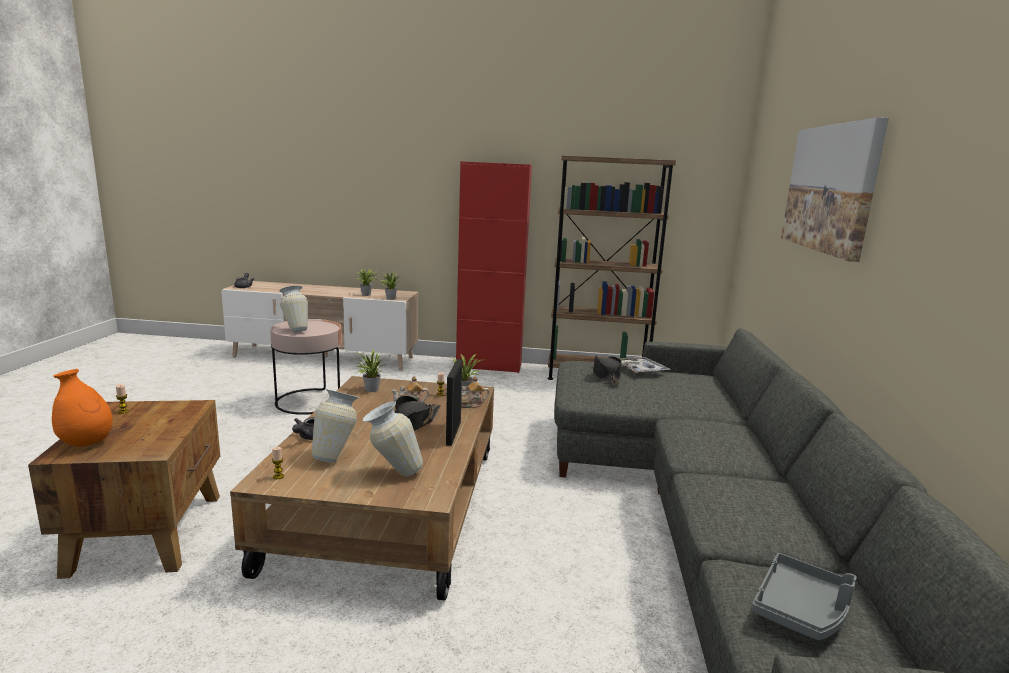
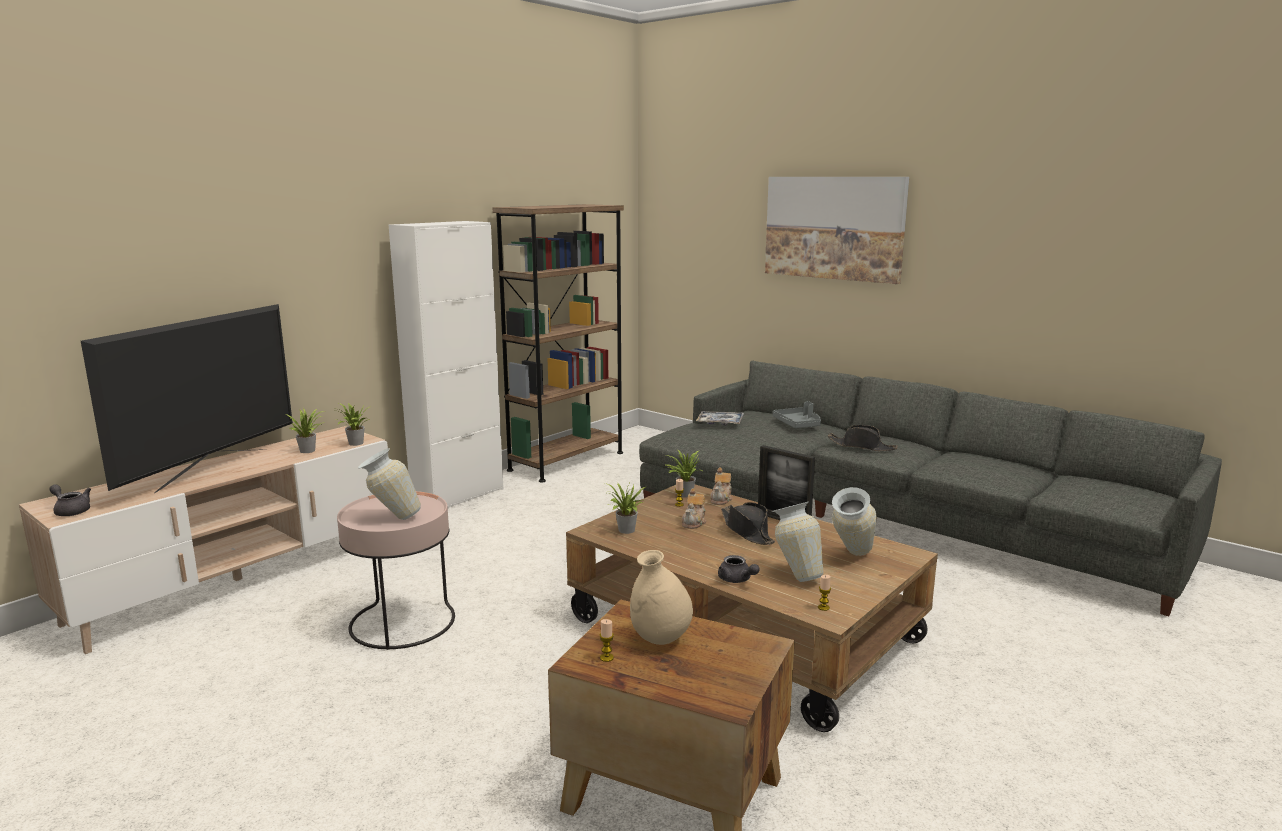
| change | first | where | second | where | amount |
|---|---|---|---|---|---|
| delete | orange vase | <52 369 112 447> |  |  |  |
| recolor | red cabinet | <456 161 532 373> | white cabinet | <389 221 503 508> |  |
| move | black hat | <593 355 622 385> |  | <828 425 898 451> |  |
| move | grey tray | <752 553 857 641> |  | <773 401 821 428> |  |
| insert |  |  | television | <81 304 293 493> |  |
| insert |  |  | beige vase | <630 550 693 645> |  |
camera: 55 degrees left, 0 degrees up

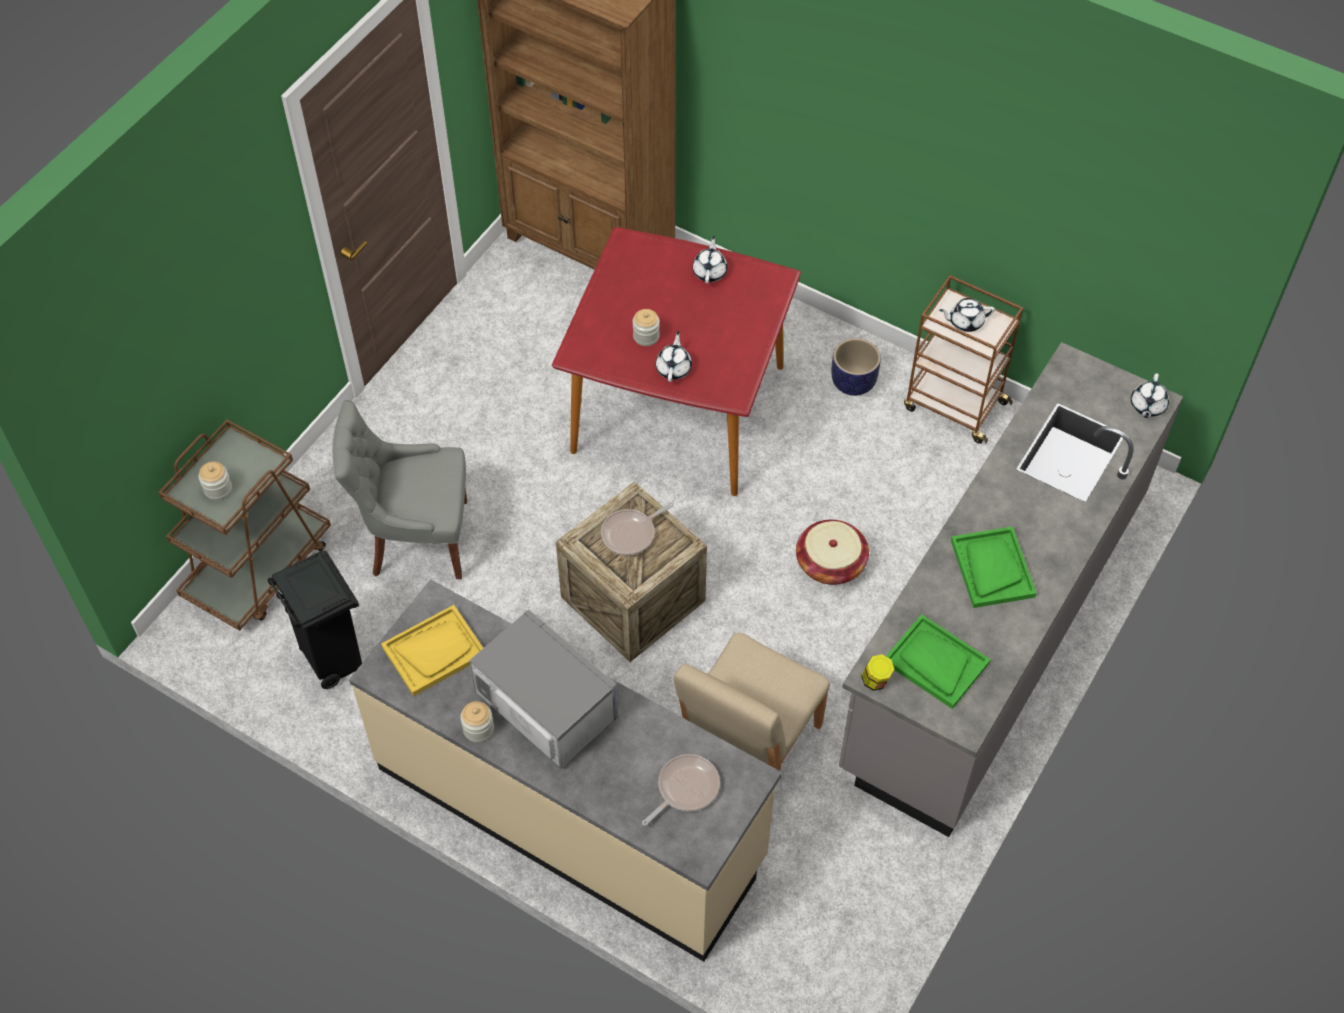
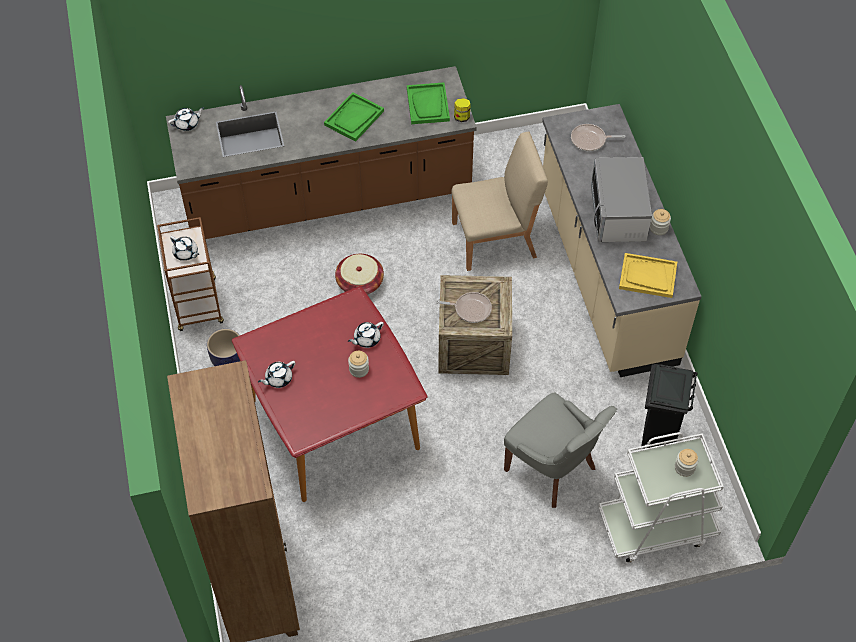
| change | first | where | second | where | amount |
|---|---|---|---|---|---|
| recolor | brown cart | <158 420 331 631> | white cart | <598 432 724 562> |  |
| recolor | grey counter | <839 342 1183 837> | brown counter | <166 66 477 239> |  |
camera: 135 degrees left, 0 degrees up

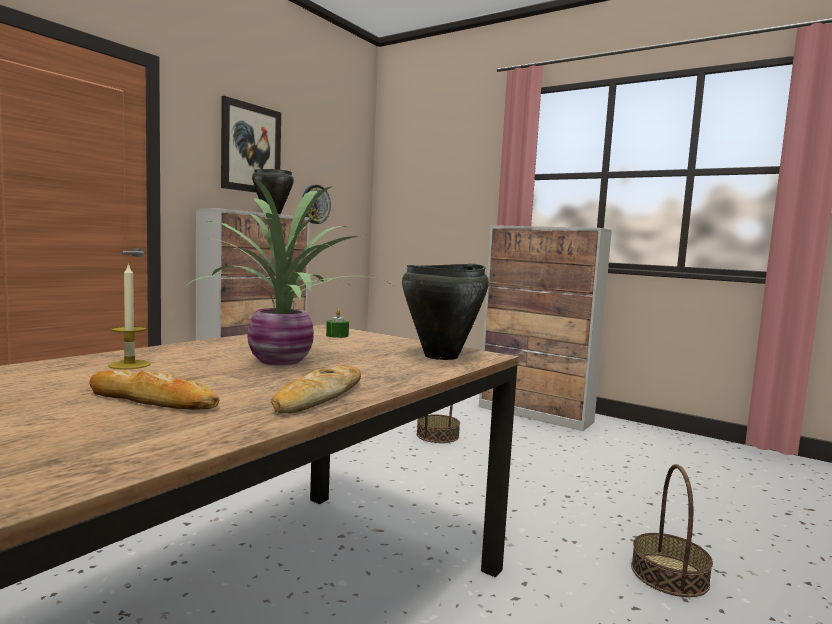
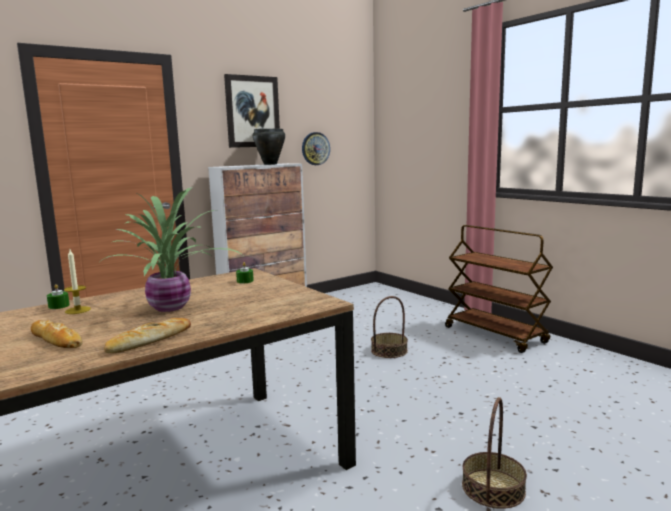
| change | first | where | second | where | amount |
|---|---|---|---|---|---|
| delete | black cooking pot | <402 264 489 360> |  |  |  |
| replace | cabinet | <479 225 612 431> | brown cart | <445 225 553 353> |  |
| insert |  |  | green candle | <47 284 70 309> |  |
camera: 20 degrees right, 5 degrees up

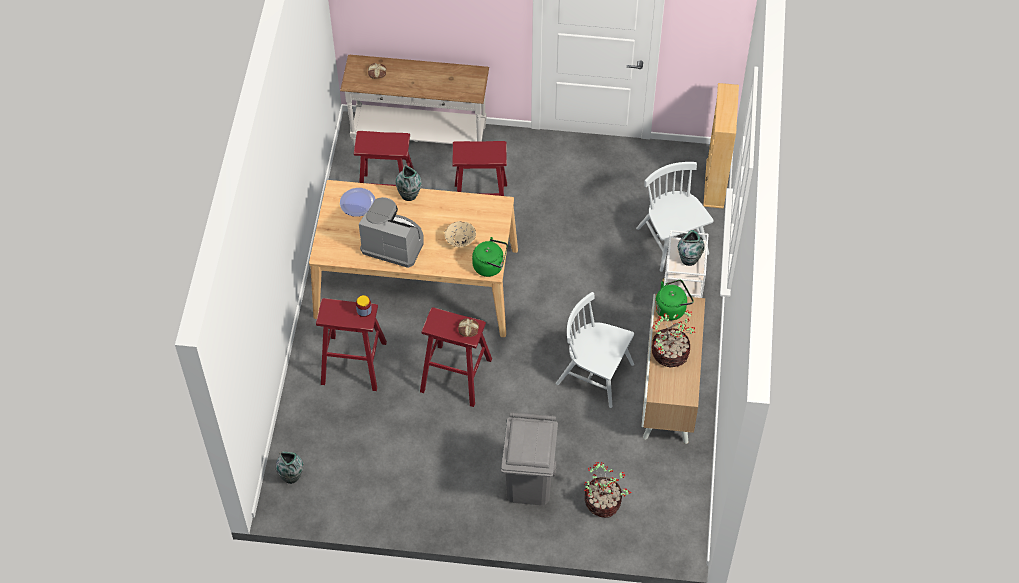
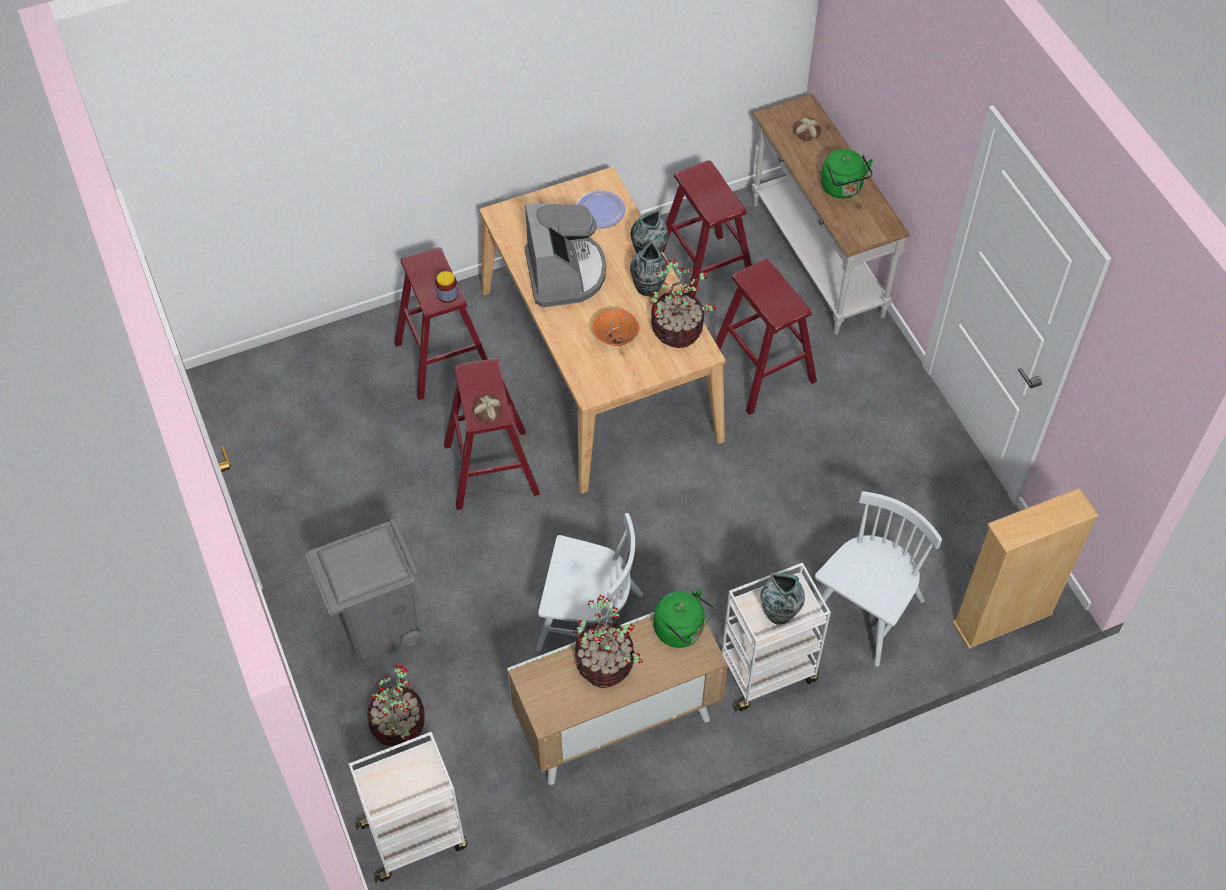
| change | first | where | second | where | amount |
|---|---|---|---|---|---|
| move | vase | <276 452 303 484> |  | <630 241 668 296> |  |
| recolor | beige bowl | <444 221 476 247> | orange bowl | <592 309 639 346> |  |
| move | green kettle | <472 237 507 277> |  | <821 149 873 198> |  |
| rotate | white chair | <556 292 634 408> |  | <536 513 643 652> | 105 degrees clockwise |
| insert |  |  | white cart | <349 732 468 883> |  |
| insert |  |  | potted plant | <650 259 717 348> |  |
camera: 60 degrees right, 0 degrees up

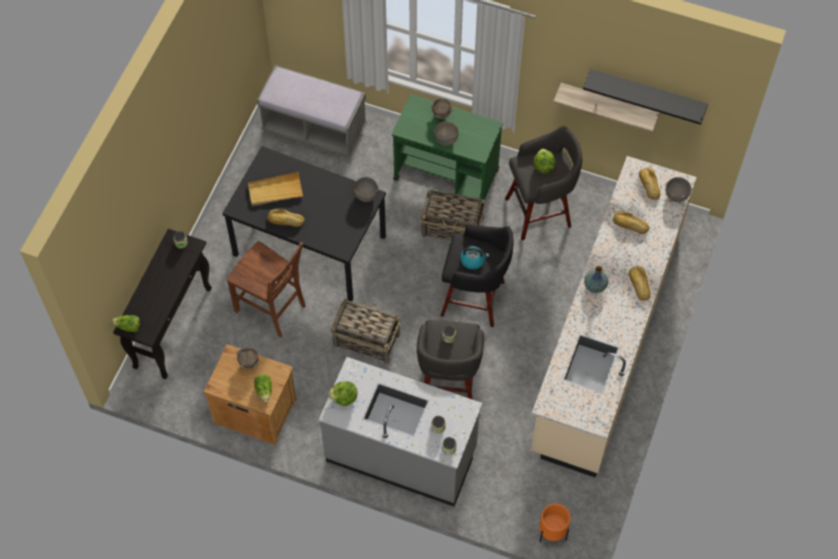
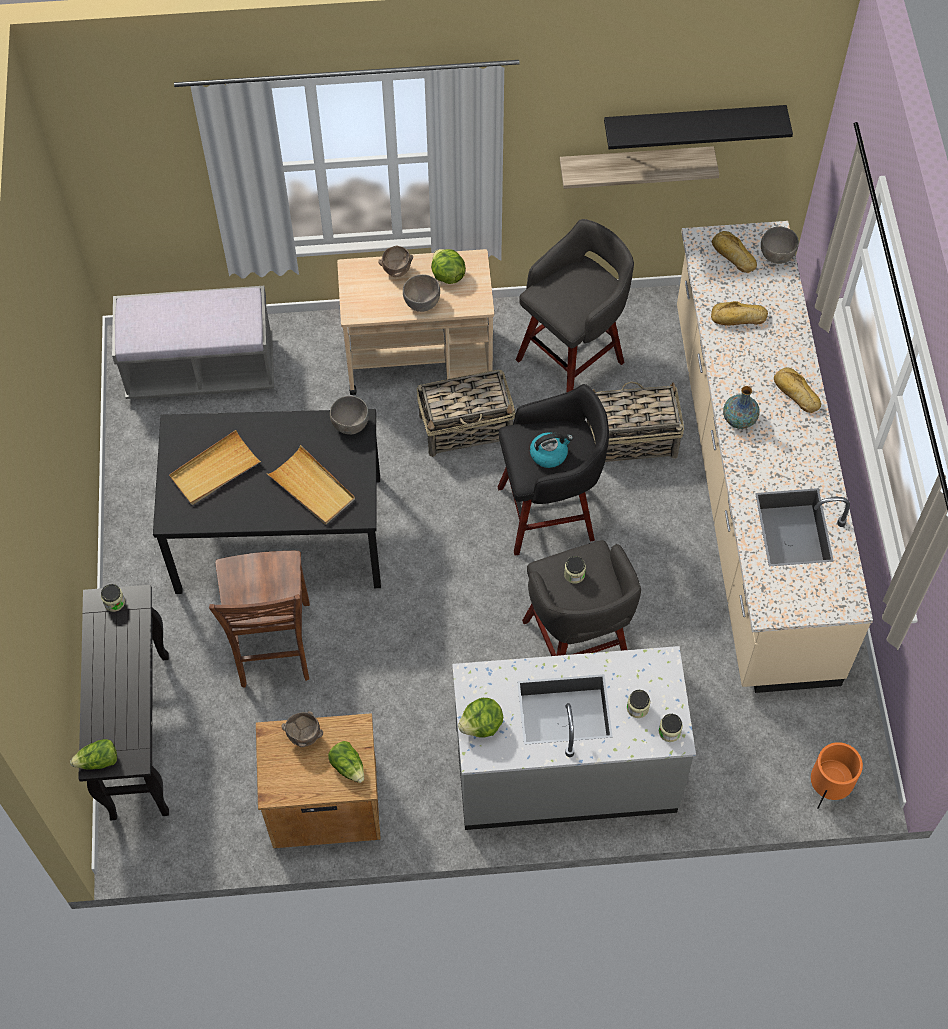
| change | first | where | second | where | amount |
|---|---|---|---|---|---|
| rotate | brown chair | <227 241 306 338> |  | <209 551 310 687> | 75 degrees clockwise |
| delete | bread | <268 209 305 227> |  |  |  |
| move | basket | <331 299 401 364> |  | <587 381 684 462> |  |
| recolor | green cart | <392 94 503 200> | beige cart | <337 249 494 395> |  |
| move | lettuce | <533 149 556 174> |  | <431 249 466 284> |  |
| insert |  |  | beige tray | <268 445 355 525> |  |
camera: 25 degrees left, 0 degrees up

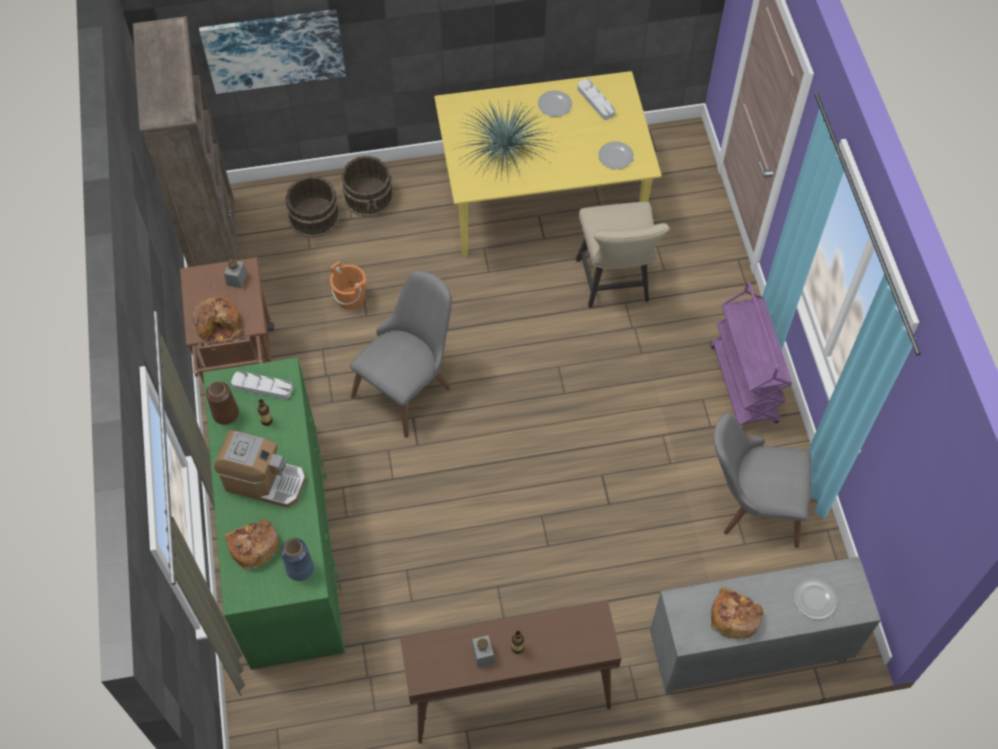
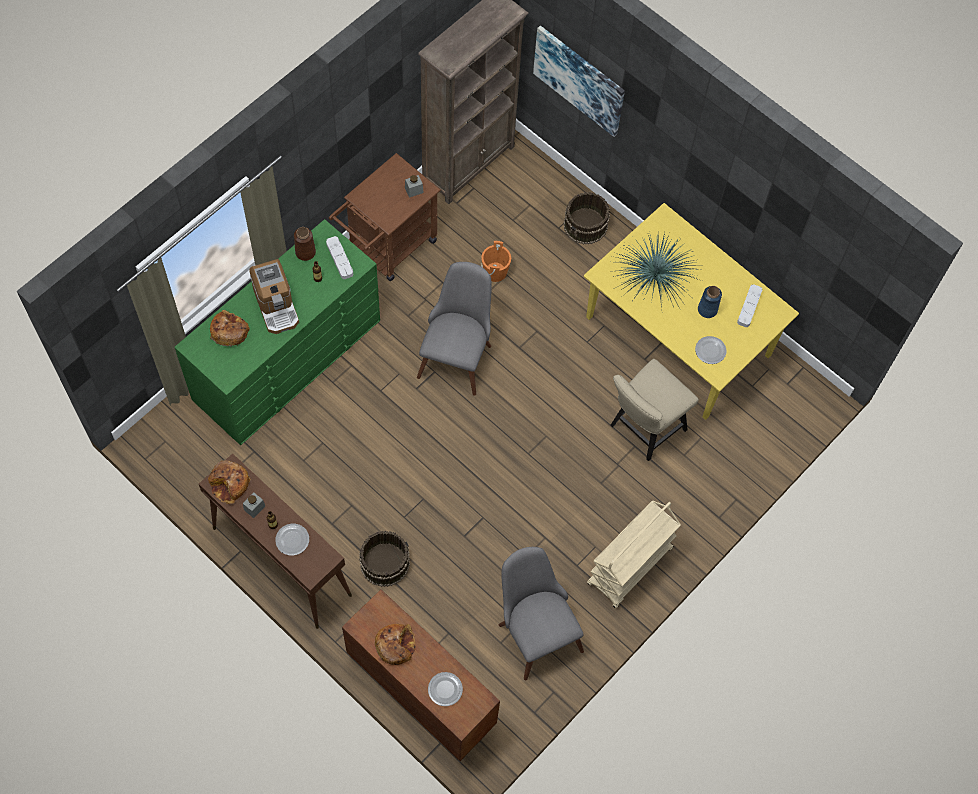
| change | first | where | second | where | amount |
|---|---|---|---|---|---|
| move | bread | <192 296 241 343> |  | <208 460 251 504> |  |
| move | blue vase | <281 538 314 581> |  | <698 286 722 318> |  |
| move | brown bucket | <285 176 340 238> |  | <359 531 410 587> |  |
| rotate | grey chair | <350 270 452 438> |  | <417 262 492 396> | 75 degrees counterclockwise |
| move | plate | <538 90 572 117> |  | <275 524 309 555> |  |
| recolor | grey cabinet | <650 557 881 694> | brown cabinet | <342 589 500 761> |  |
| recolor | purple cart | <710 282 792 427> | beige cart | <587 500 681 609> |  |
camera: 50 degrees right, 5 degrees up

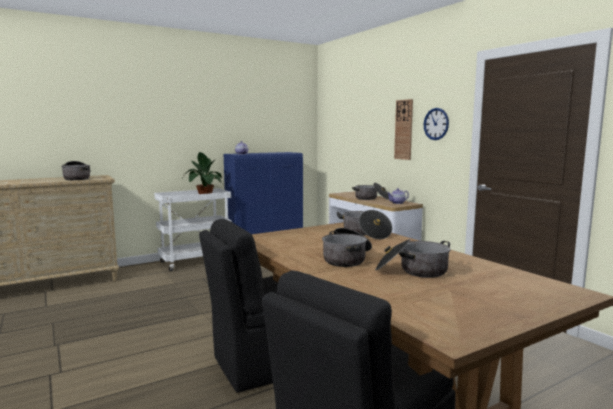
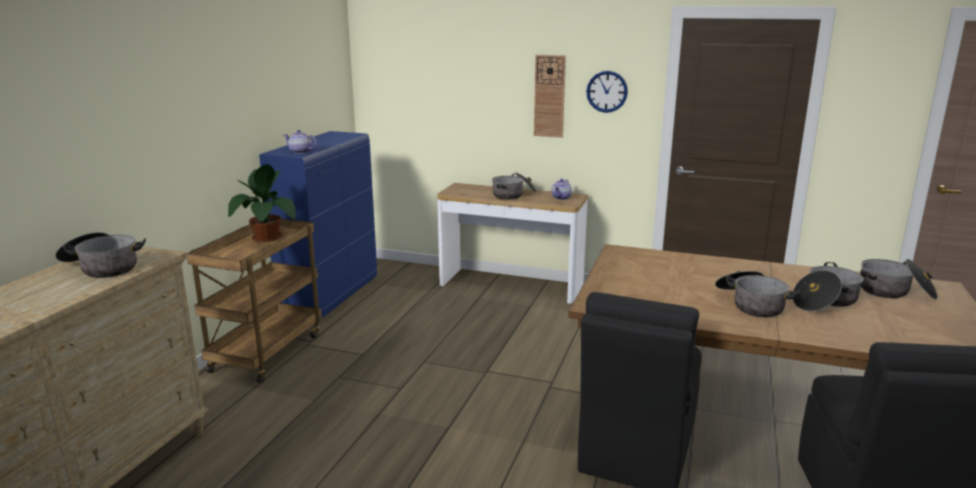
| change | first | where | second | where | amount |
|---|---|---|---|---|---|
| recolor | white cart | <154 188 232 271> | brown cart | <187 219 322 383> |  |
| move | cooking pot | <337 210 392 239> |  | <860 259 938 299> |  |
camera: 40 degrees left, 10 degrees up

